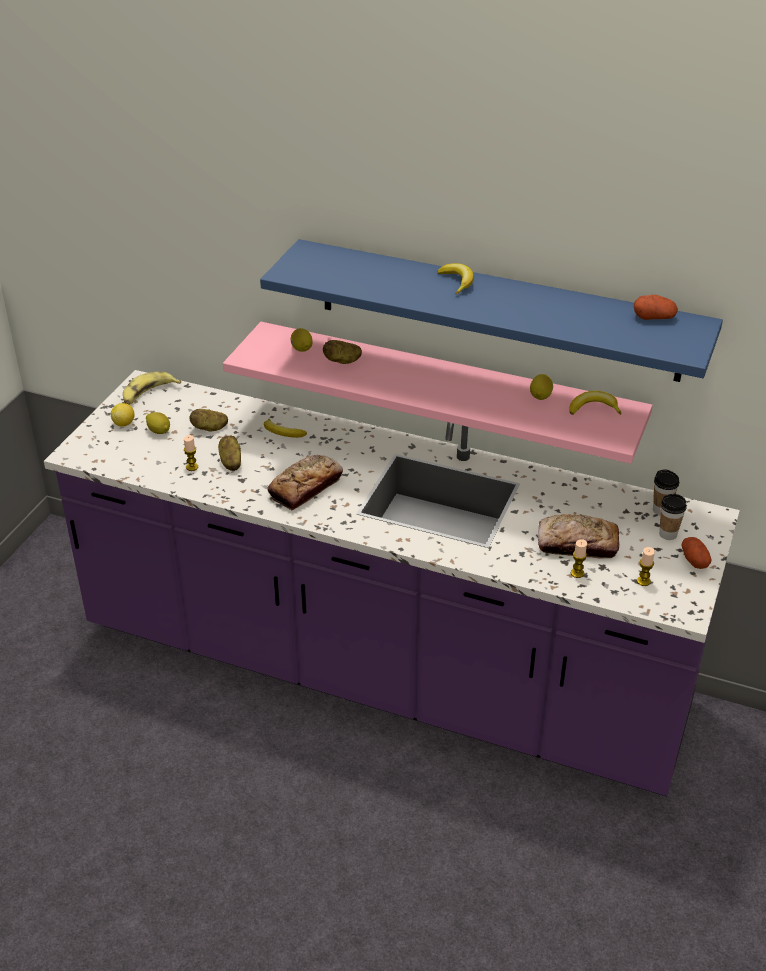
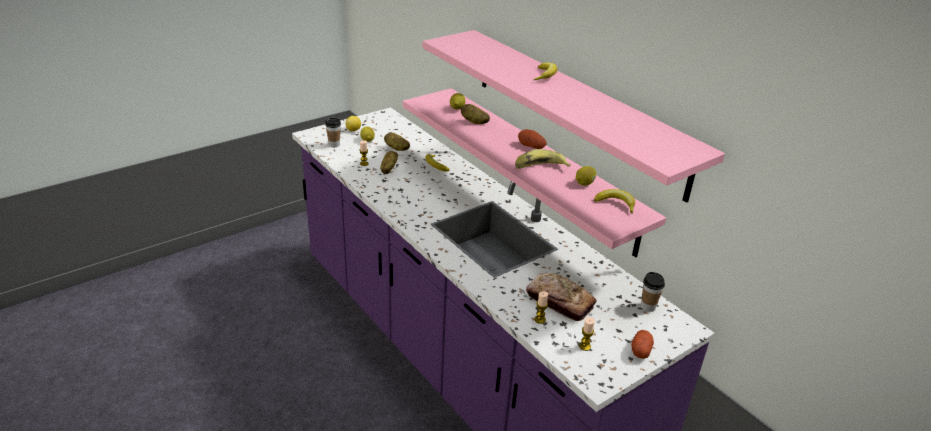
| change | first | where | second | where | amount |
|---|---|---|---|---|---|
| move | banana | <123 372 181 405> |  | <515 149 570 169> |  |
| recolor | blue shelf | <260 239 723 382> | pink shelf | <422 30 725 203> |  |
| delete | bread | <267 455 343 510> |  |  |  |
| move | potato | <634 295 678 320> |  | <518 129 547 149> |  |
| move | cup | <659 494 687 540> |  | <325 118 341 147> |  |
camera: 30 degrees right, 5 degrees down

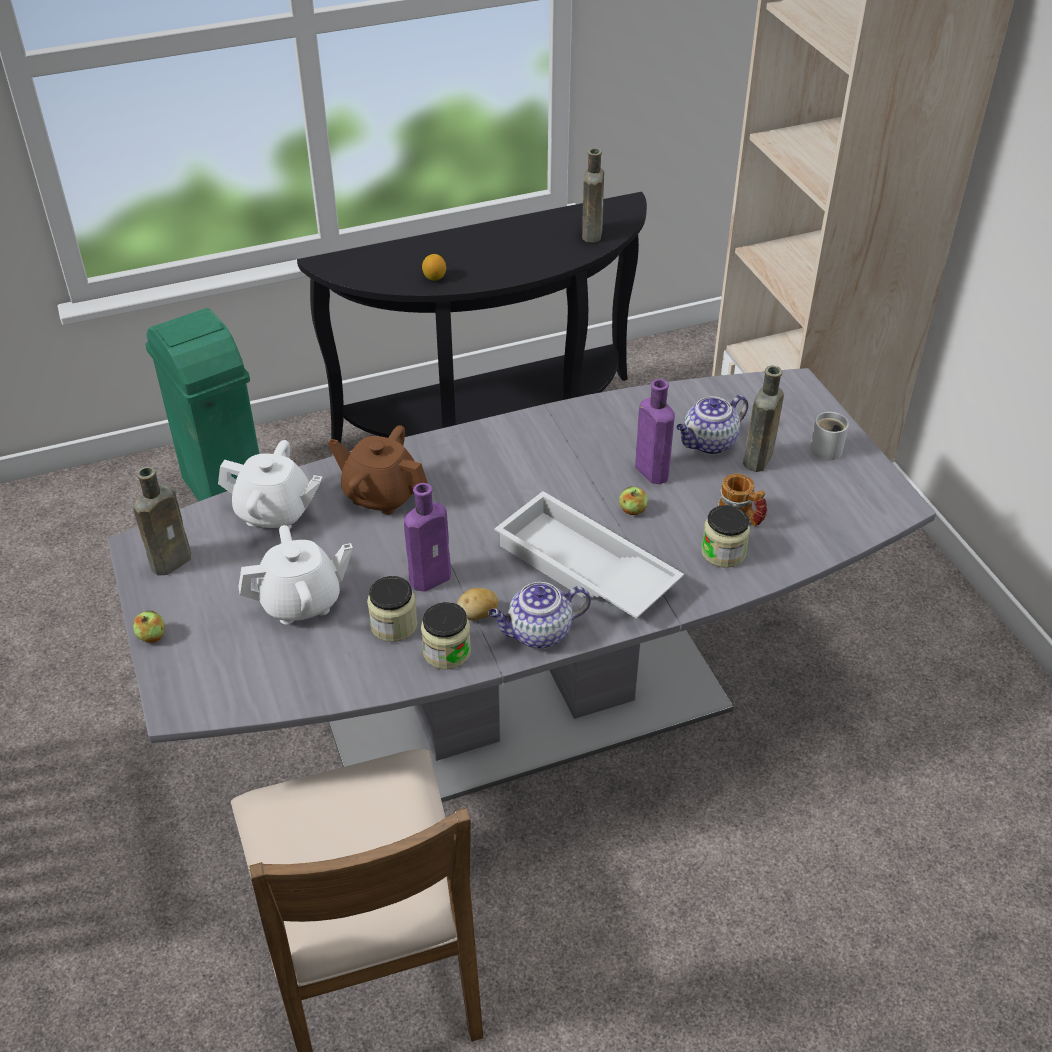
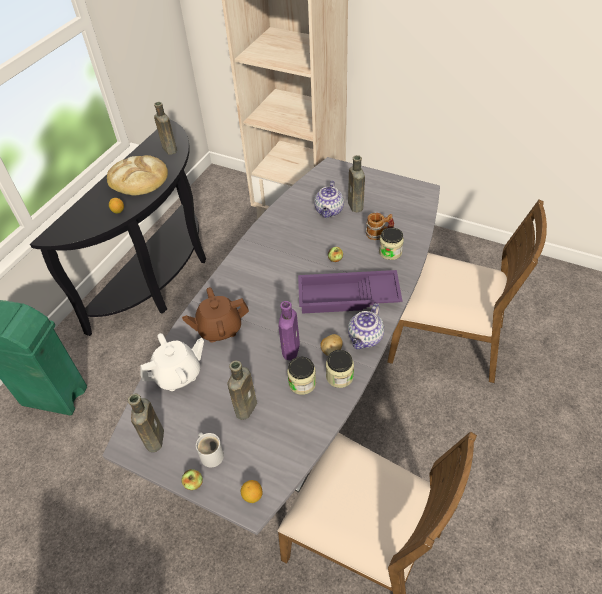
| change | first | where | second | where | amount |
|---|---|---|---|---|---|
| replace | white teapot | <238 525 353 624> | brown bottle | <227 361 257 420> |  |
| recolor | white tray | <494 491 684 618> | purple tray | <298 270 402 314> |  |
| delete | purple bottle | <635 379 675 484> |  |  |  |
| move | white mug | <810 412 849 460> |  | <196 433 224 467> |  |
| insert |  |  | bread | <107 155 168 196> |  |
| insert |  |  | lemon | <241 480 263 503> |  |
| insert |  |  | brown chair | <387 200 547 383> |  |
camera: 40 degrees left, 5 degrees up

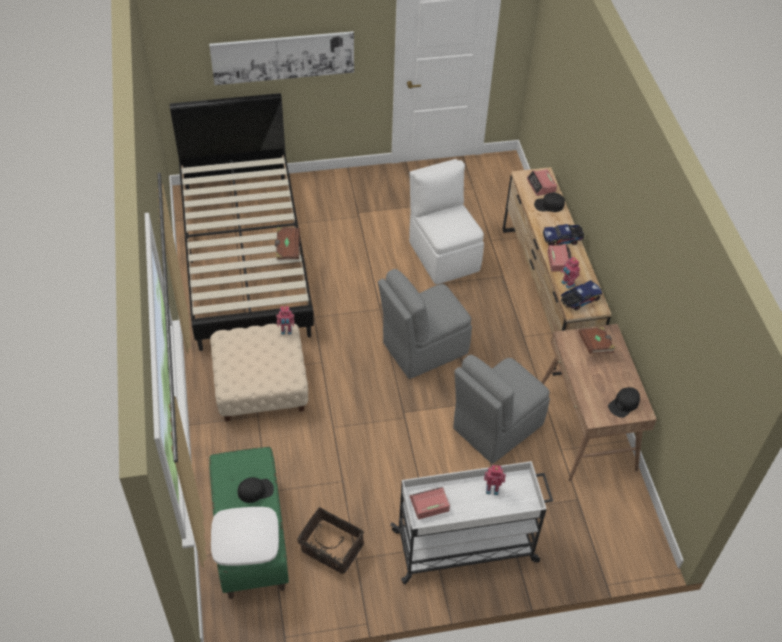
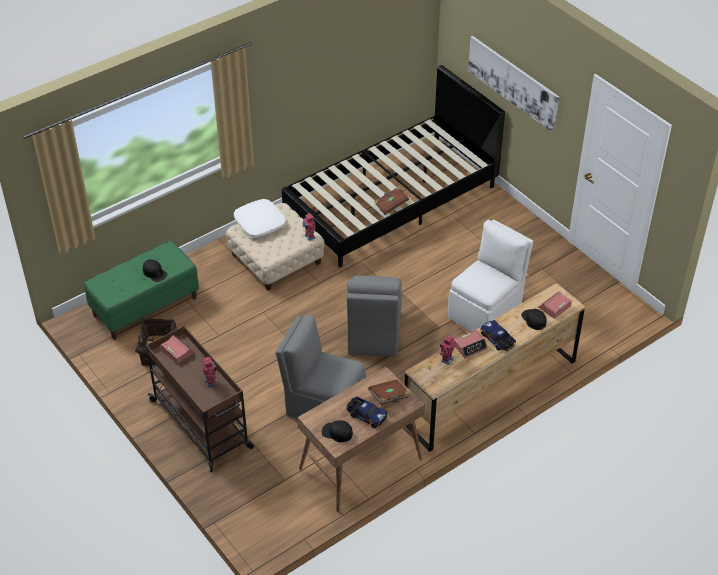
| change | first | where | second | where | amount |
|---|---|---|---|---|---|
| move | white pillow | <211 507 279 566> |  | <234 199 286 237> |  |
| rotate | grey chair | <378 269 472 379> |  | <347 276 402 357> | 120 degrees counterclockwise |
| recolor | white cart | <390 461 553 584> | brown cart | <146 326 254 472> |  |
| move | toy truck | <561 280 602 310> |  | <347 397 387 428> |  |
camera: 65 degrees right, 5 degrees down

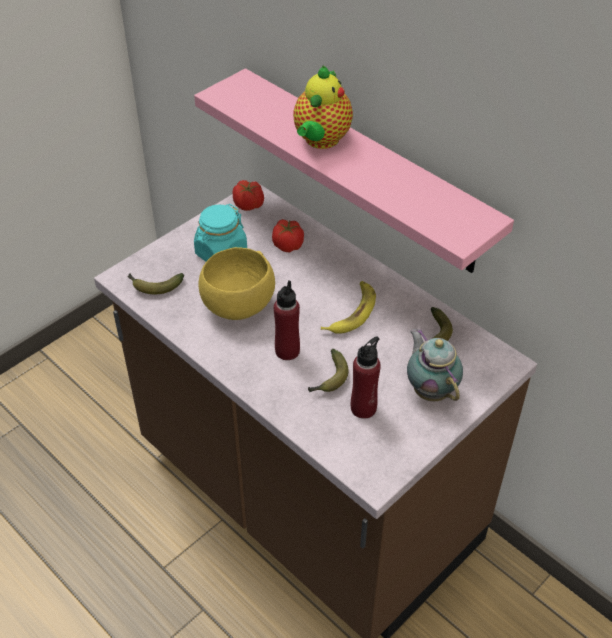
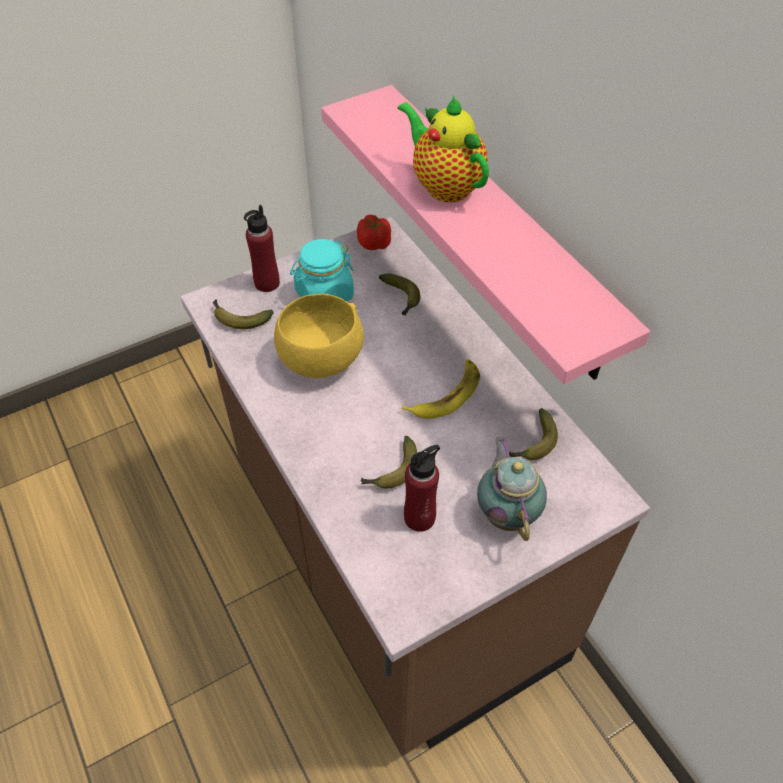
| change | first | where | second | where | amount |
|---|---|---|---|---|---|
| replace | tomato | <272 219 304 252> | banana | <379 273 421 316> |  |
| move | red bottle | <274 281 300 360> |  | <244 205 280 292> |  |
| rotate | teapot | <293 66 353 149> |  | <398 95 489 202> | 105 degrees clockwise |
camera: 15 degrees right, 5 degrees up

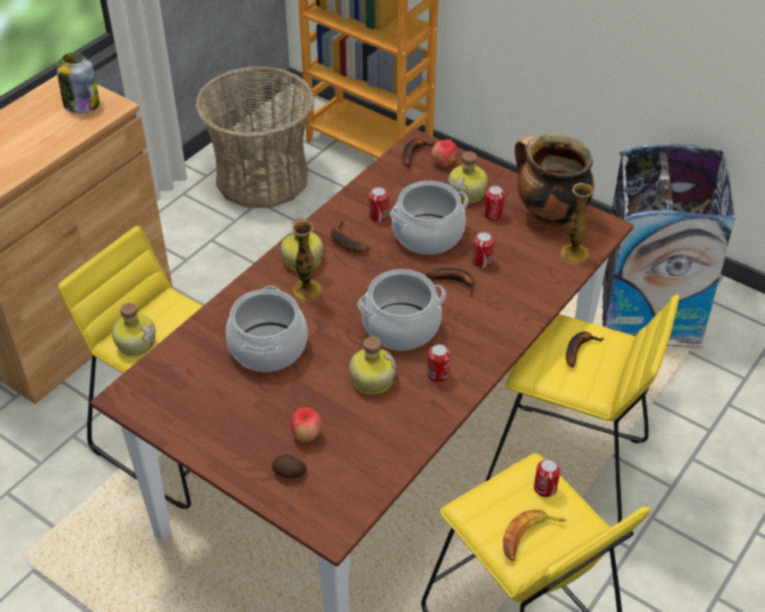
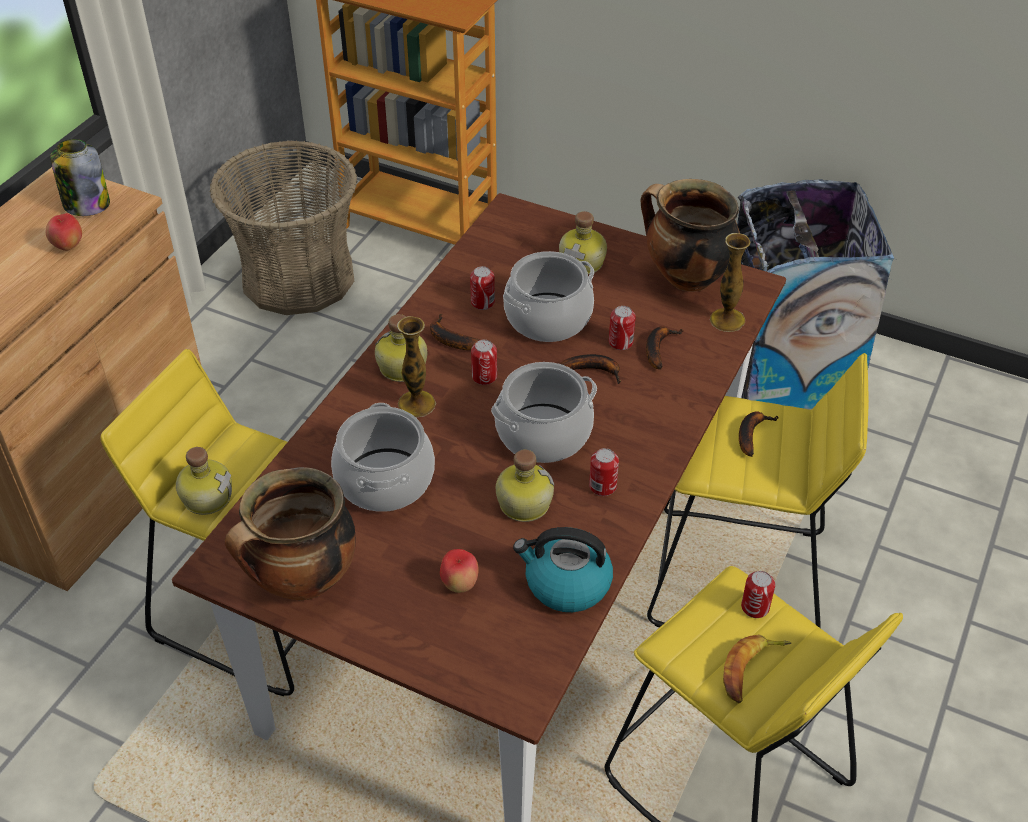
| change | first | where | second | where | amount |
|---|---|---|---|---|---|
| delete | potato | <272 454 307 478> |  |  |  |
| move | banana | <402 139 434 167> |  | <646 326 683 370> |  |
| move | apple | <432 139 457 167> |  | <46 213 82 251> |  |
| move | can | <484 186 505 221> |  | <471 340 497 385> |  |
| insert |  |  | cooking pot | <225 467 355 600> |  |
| insert |  |  | kettle | <513 527 613 612> |  |
camera: 10 degrees left, 0 degrees up

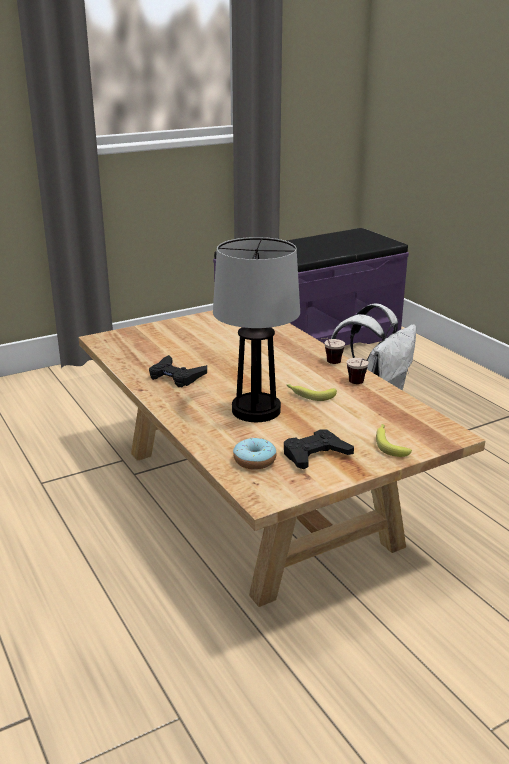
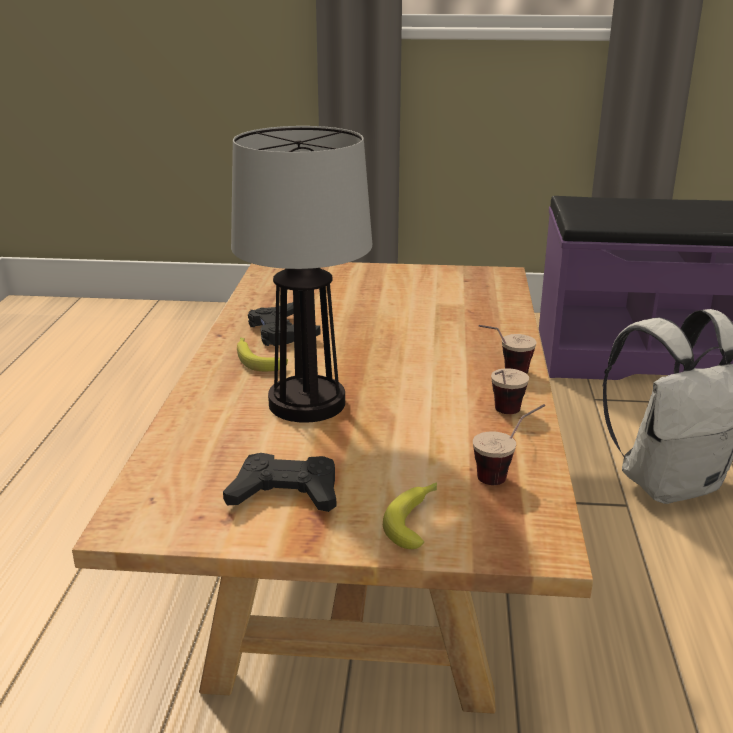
| change | first | where | second | where | amount |
|---|---|---|---|---|---|
| delete | donut | <233 438 276 470> |  |  |  |
| move | banana | <287 384 337 401> |  | <237 337 288 371> |  |
| insert |  |  | cup | <473 404 545 485> |  |
camera: 35 degrees right, 0 degrees up

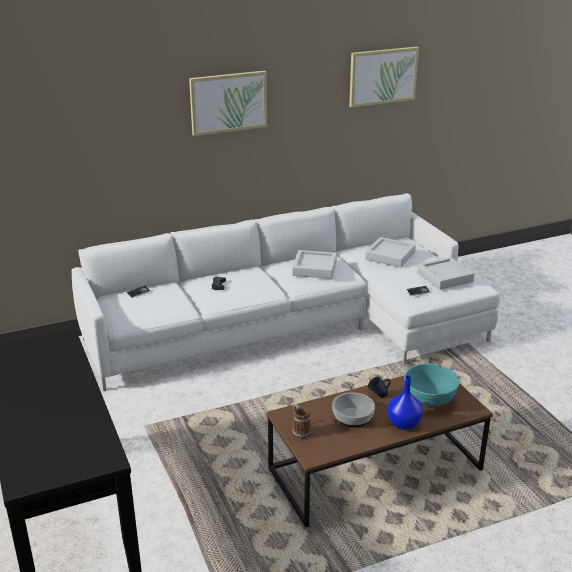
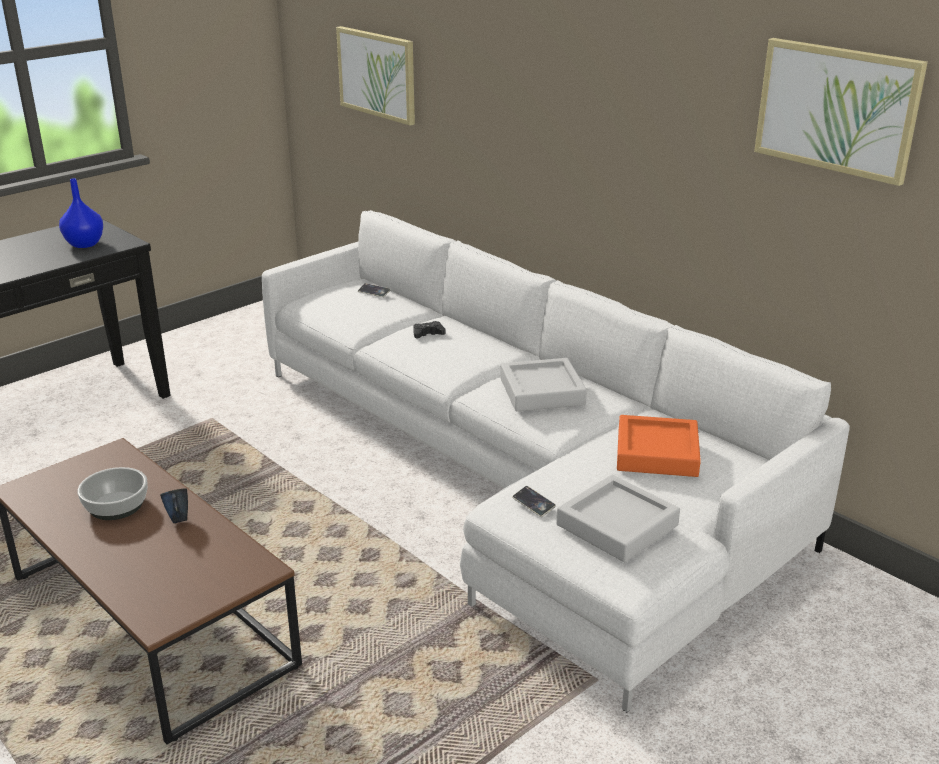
| change | first | where | second | where | amount |
|---|---|---|---|---|---|
| move | picture | <189 71 267 136> |  | <336 26 415 125> |  |
| delete | mug | <292 404 311 439> |  |  |  |
| recolor | grey tray | <365 237 416 267> | orange tray | <617 415 701 477> |  |
| move | blue vase | <388 375 423 430> |  | <59 178 103 248> |  |
| delete | turquoise bowl | <404 364 460 406> |  |  |  |
camera: 70 degrees right, 0 degrees up

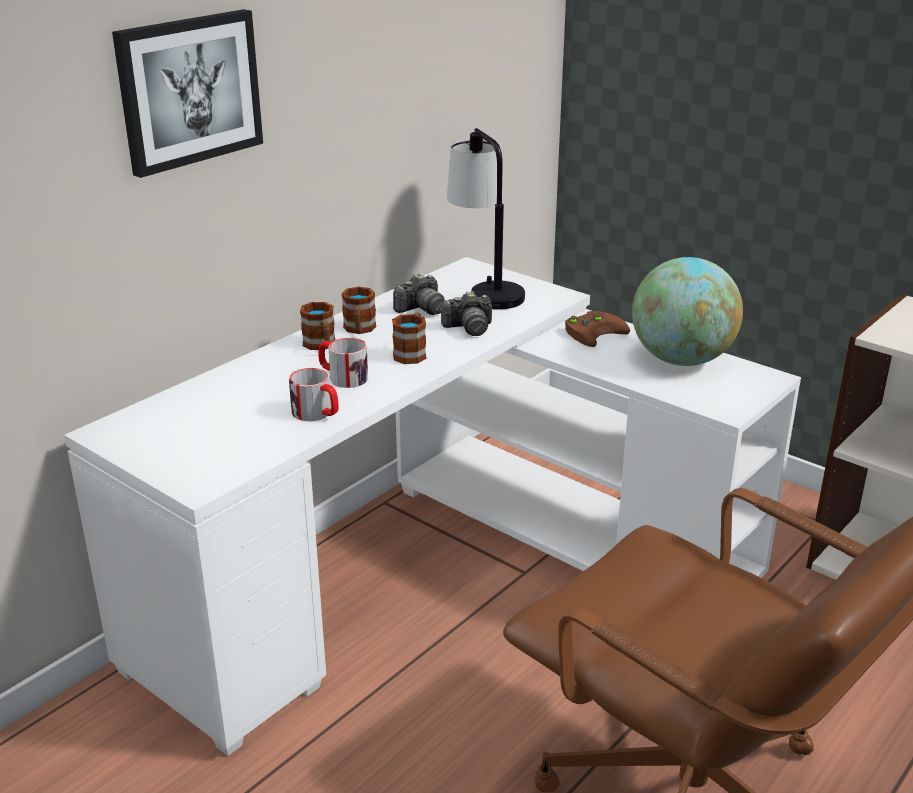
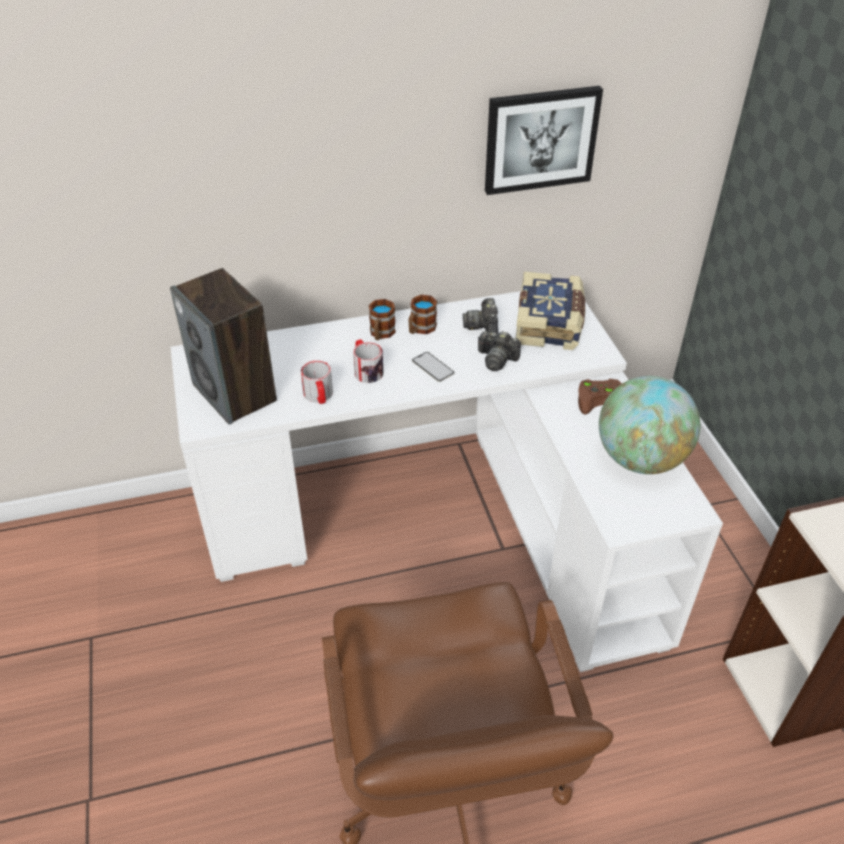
| change | first | where | second | where | amount |
|---|---|---|---|---|---|
| move | picture | <112 9 263 178> |  | <485 86 603 195> |  |
| replace | mug | <392 313 426 364> | phone | <412 352 454 382> |  |
| rotate | photo camera | <393 274 445 315> |  | <463 298 498 334> | 90 degrees clockwise |
| replace | table lamp | <447 128 525 309> | book | <516 272 585 350> |  |
| insert |  |  | speaker | <170 268 277 425> |  |
camera: 35 degrees right, 15 degrees up

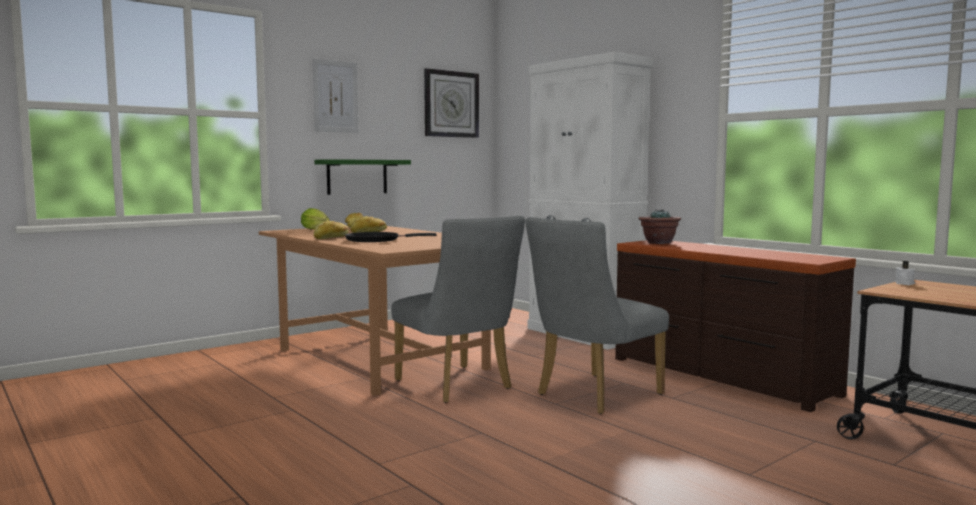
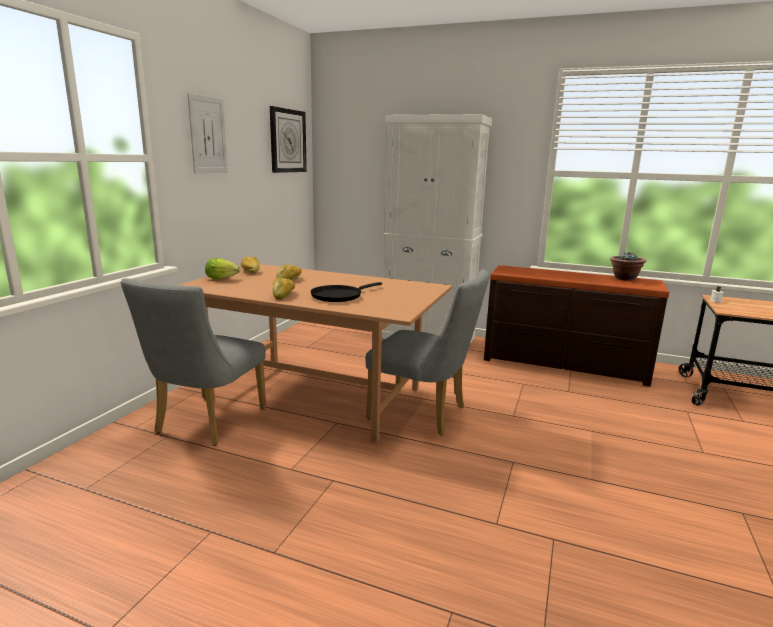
| change | first | where | second | where | amount |
|---|---|---|---|---|---|
| delete | green shelf | <314 159 411 195> |  |  |  |
| move | grey chair | <525 217 669 414> |  | <121 278 266 446> |  |
| move | potted plant | <639 209 681 244> |  | <610 252 646 281> |  |
camera: 30 degrees left, 10 degrees up

